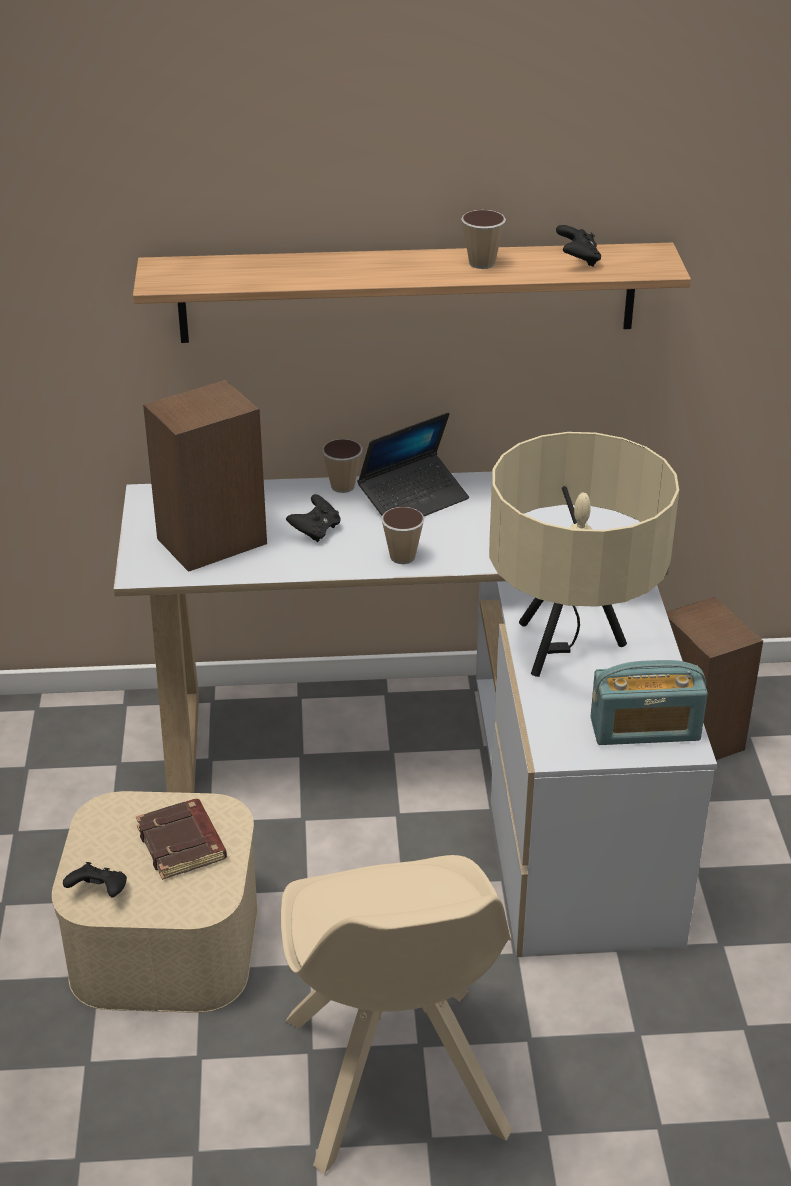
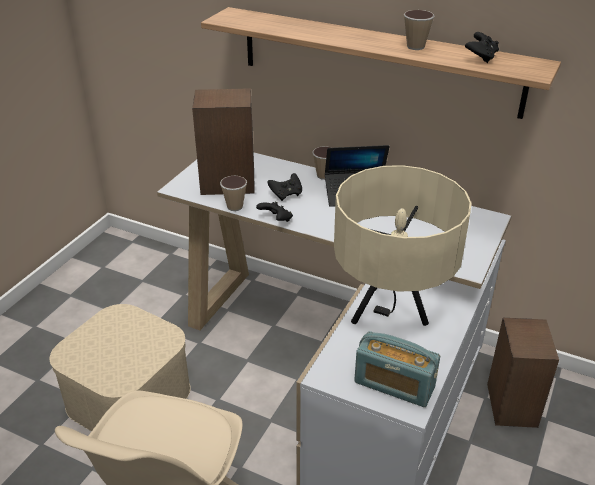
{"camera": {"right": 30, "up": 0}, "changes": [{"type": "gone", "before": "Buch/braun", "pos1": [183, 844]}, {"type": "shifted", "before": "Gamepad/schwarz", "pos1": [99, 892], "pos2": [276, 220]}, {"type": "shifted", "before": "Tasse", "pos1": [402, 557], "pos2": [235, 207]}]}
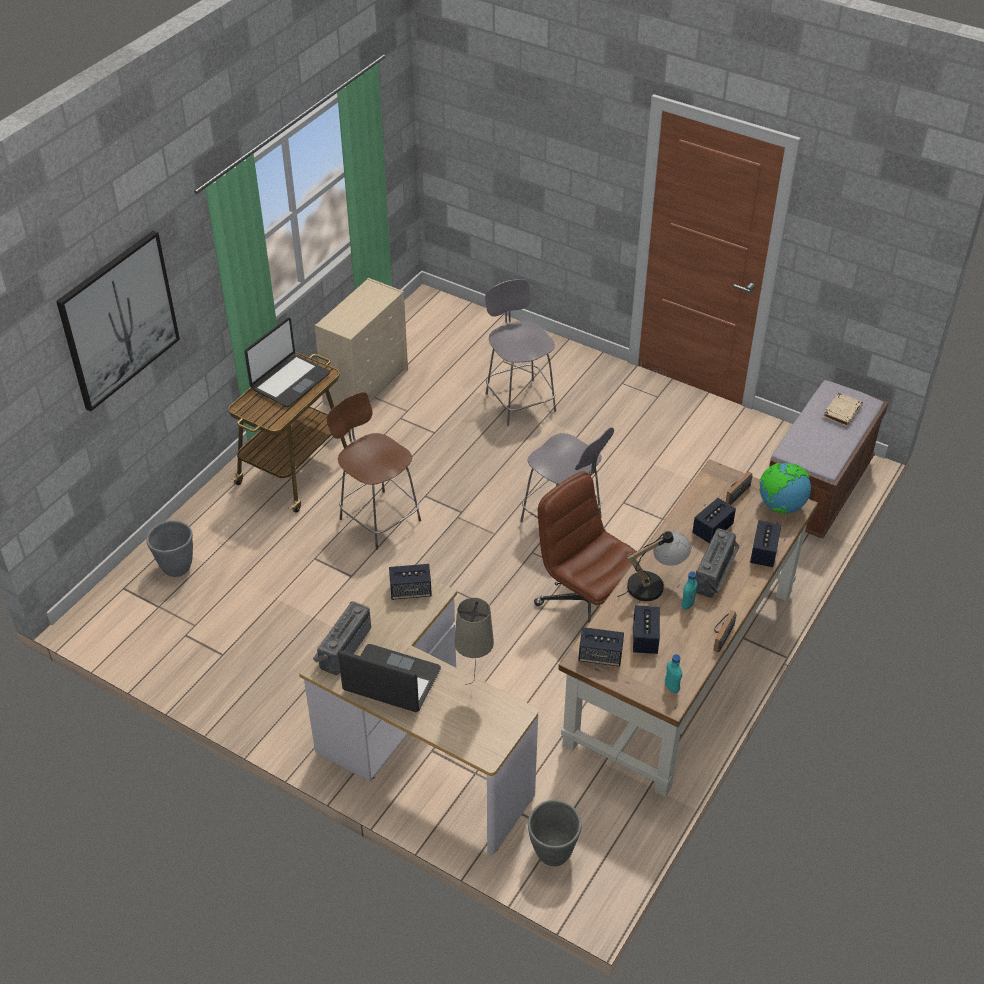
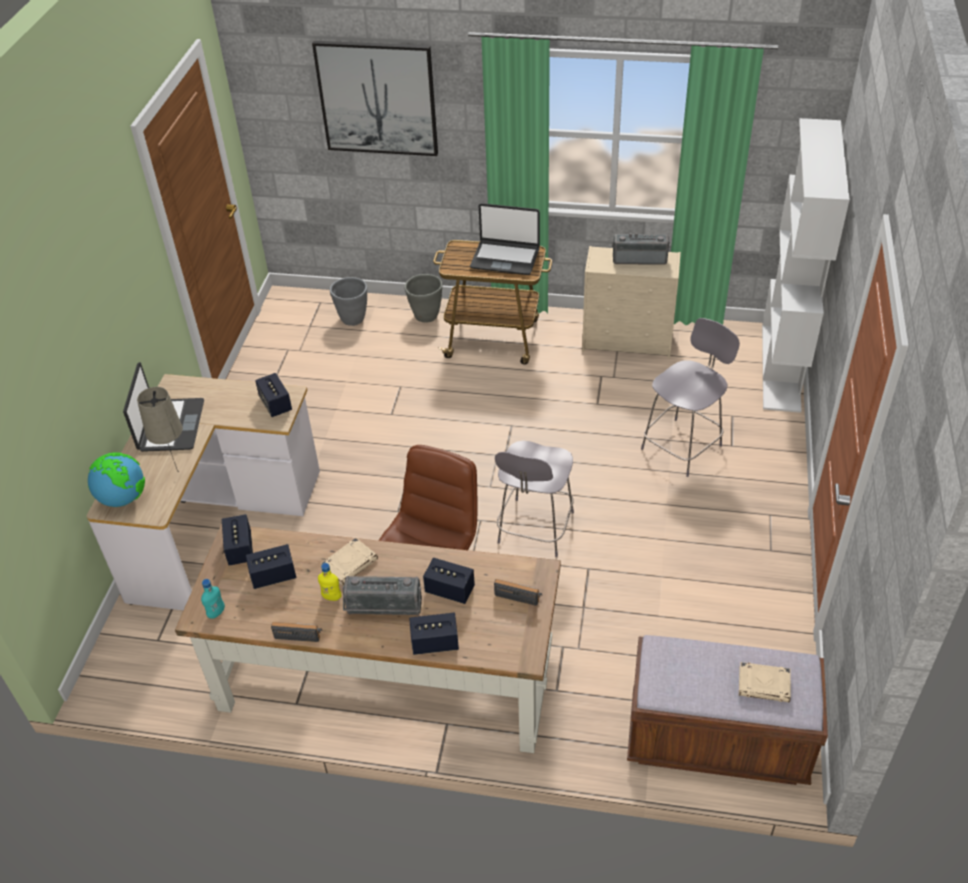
{"camera": {"right": 70, "up": 0}, "changes": [{"type": "gone", "before": "Stuhl/braun", "pos1": [378, 518]}, {"type": "new", "after": "Bücherregal/weiß", "pos2": [781, 368]}, {"type": "shifted", "before": "Radio", "pos1": [342, 647], "pos2": [639, 258]}, {"type": "shifted", "before": "Pflanzkübel/grau", "pos1": [552, 853], "pos2": [426, 316]}, {"type": "shifted", "before": "Globus", "pos1": [780, 506], "pos2": [123, 498]}, {"type": "swapped", "before": "Tischlampe", "after": "Buch/beige", "pos1": [654, 584], "pos2": [350, 564]}, {"type": "repainted", "before": "Flasche/türkis", "after": "Flasche/gelb", "pos1": [687, 604], "pos2": [332, 597]}]}
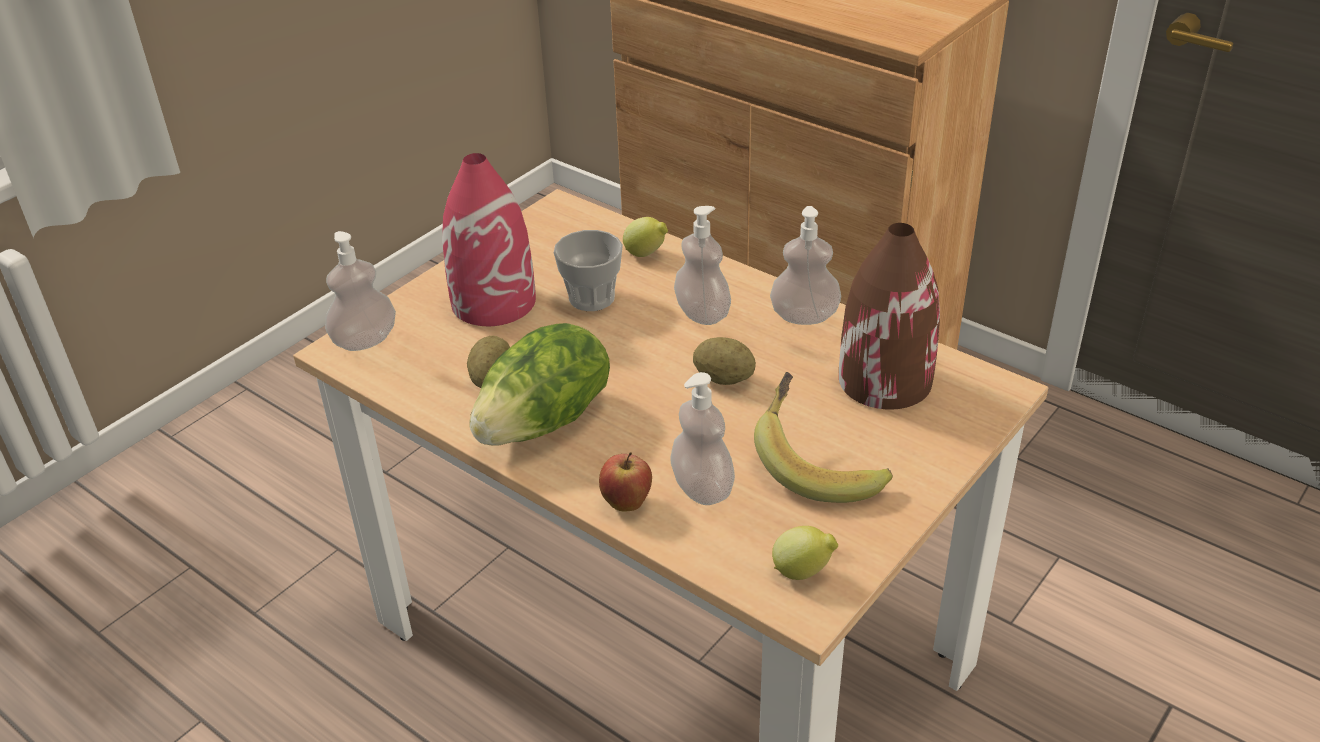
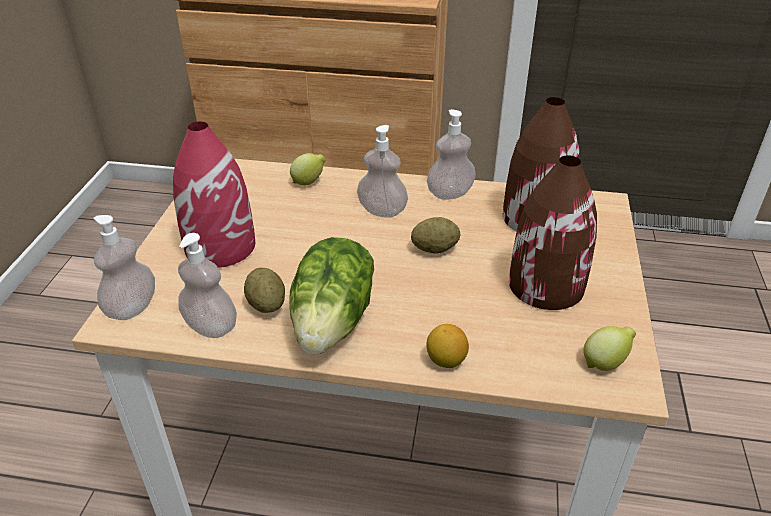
{"camera": {"right": -30, "up": 0}, "changes": [{"type": "gone", "before": "Tasse", "pos1": [591, 298]}, {"type": "shifted", "before": "Seifenspender", "pos1": [702, 488], "pos2": [211, 327]}, {"type": "swapped", "before": "Apfel", "after": "Zitrone", "pos1": [627, 503], "pos2": [446, 360]}, {"type": "swapped", "before": "Banane", "after": "Vase/braun", "pos1": [818, 463], "pos2": [546, 285]}]}
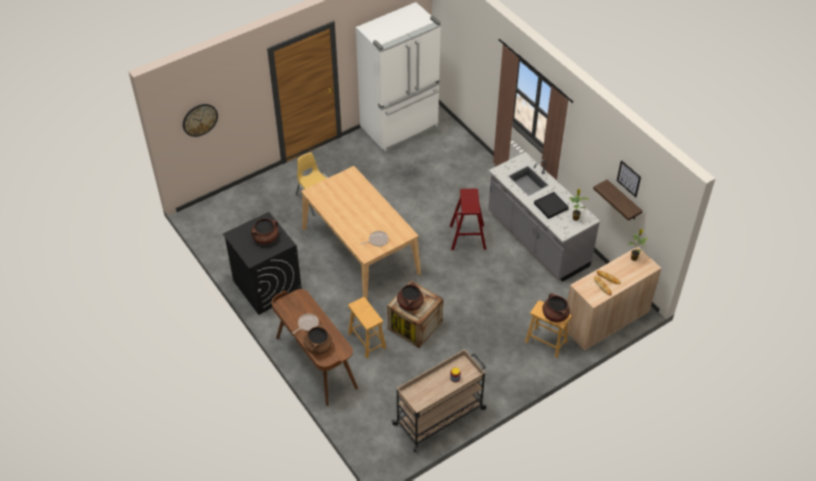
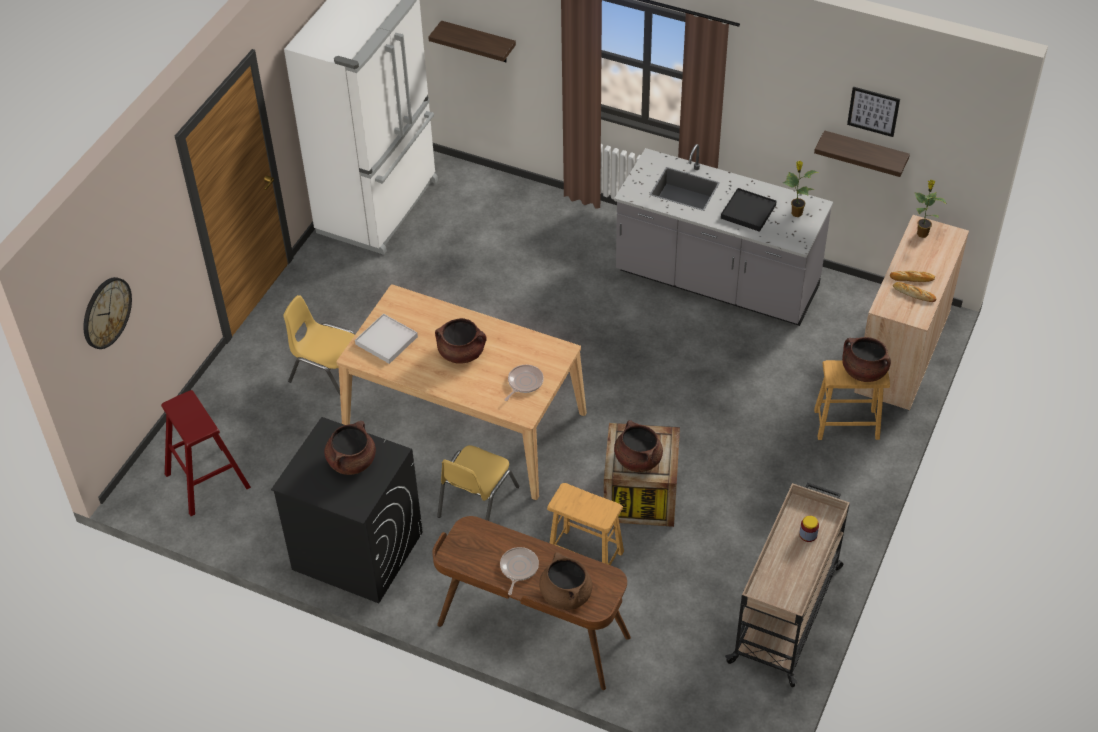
{"camera": {"right": -30, "up": 0}, "changes": [{"type": "new", "after": "Tablett/weiß", "pos2": [386, 340]}, {"type": "new", "after": "Wandregal", "pos2": [479, 42]}, {"type": "new", "after": "Kochtopf/braun", "pos2": [462, 353]}, {"type": "new", "after": "Stuhl/gelb", "pos2": [477, 502]}, {"type": "shifted", "before": "Hocker/rot", "pos1": [467, 237], "pos2": [207, 480]}]}
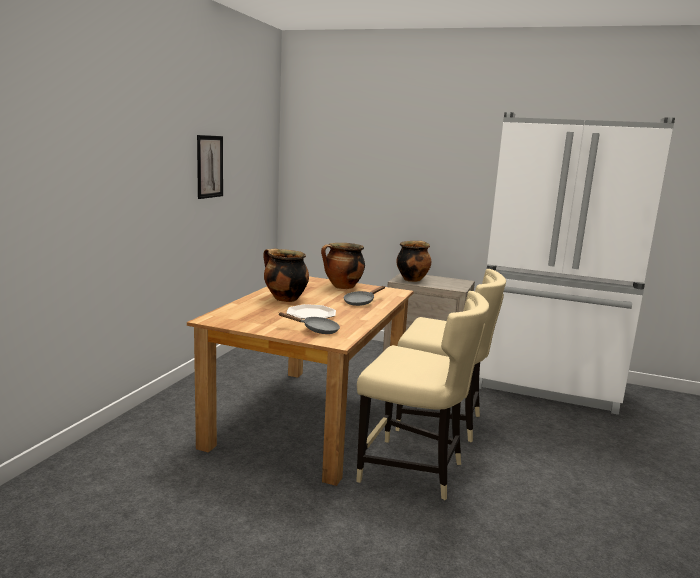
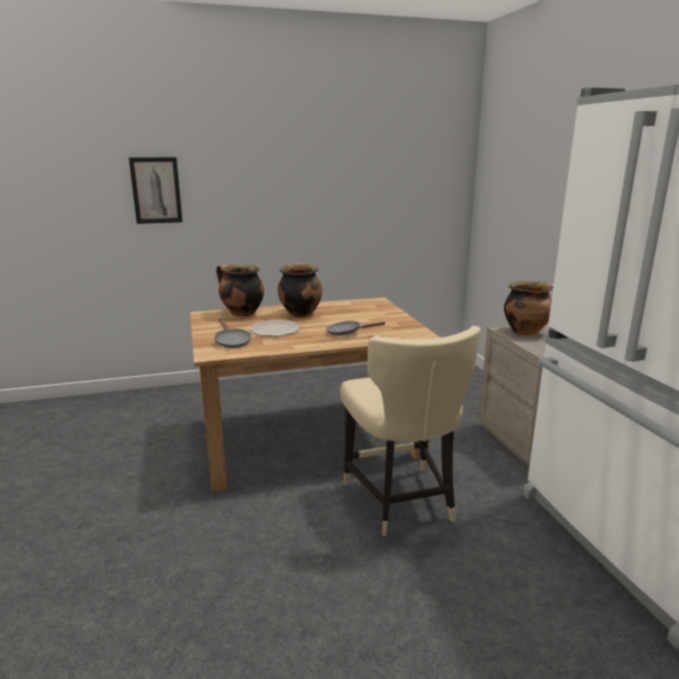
{"camera": {"right": 55, "up": 5}, "changes": [{"type": "gone", "before": "Stuhl/beige", "pos1": [413, 471]}, {"type": "shifted", "before": "Bild", "pos1": [209, 166], "pos2": [156, 190]}, {"type": "shifted", "before": "Kochtopf", "pos1": [342, 287], "pos2": [241, 314]}]}
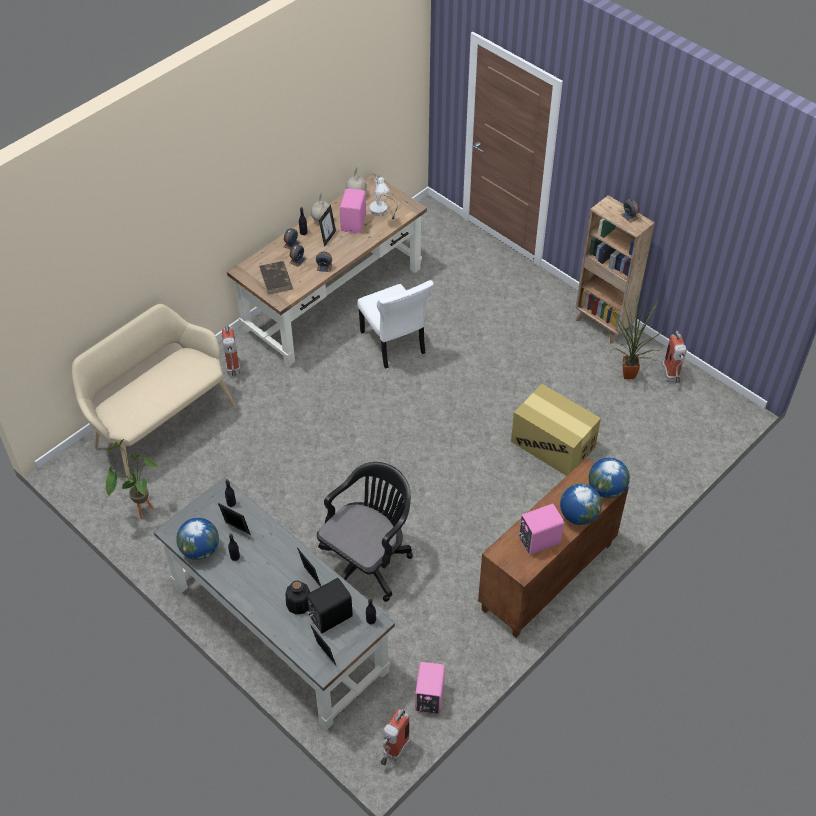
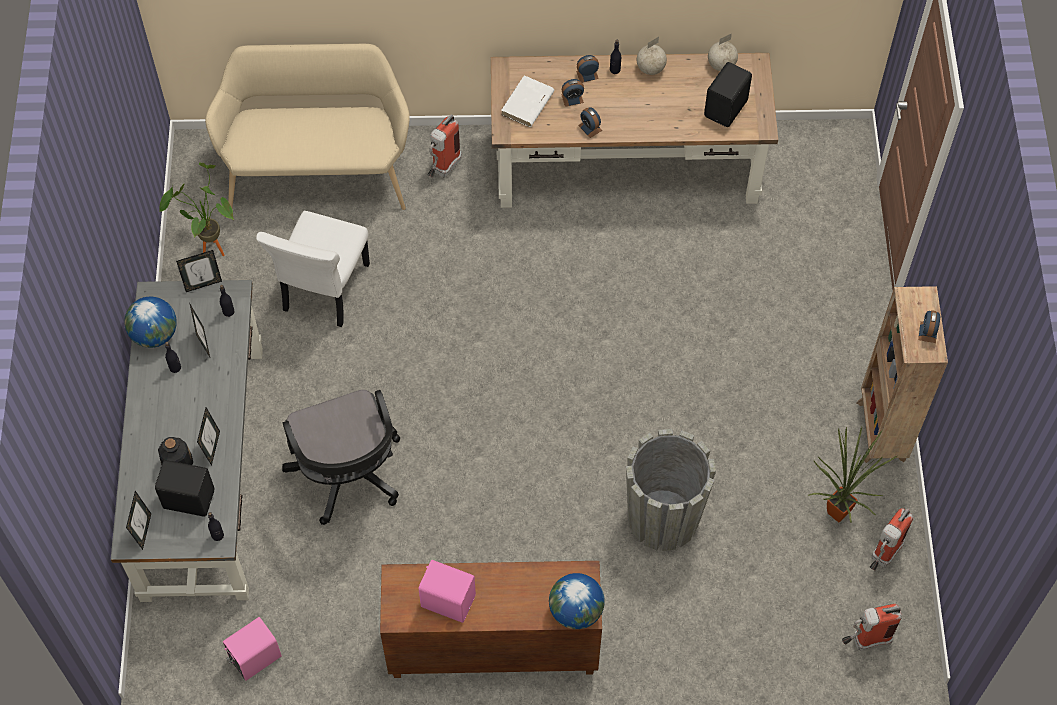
{"camera": {"right": 45, "up": 10}, "changes": [{"type": "gone", "before": "Lautsprecher/rosa", "pos1": [354, 223]}, {"type": "gone", "before": "Globus", "pos1": [578, 515]}, {"type": "shifted", "before": "Bilderrahmen", "pos1": [328, 238], "pos2": [203, 284]}, {"type": "shifted", "before": "Stuhl/weiß", "pos1": [393, 344], "pos2": [324, 290]}, {"type": "shifted", "before": "Feuerlöscher", "pos1": [393, 753], "pos2": [864, 642]}, {"type": "swapped", "before": "Tischlampe/weiß", "after": "Lautsprecher/schwarz", "pos1": [384, 211], "pos2": [727, 109]}, {"type": "swapped", "before": "Karton", "after": "Pflanzkübel/grau", "pos1": [553, 444], "pos2": [663, 518]}, {"type": "repainted", "before": "Buch/braun", "after": "Buch/weiß", "pos1": [276, 279], "pos2": [527, 104]}, {"type": "rotated", "before": "Bürostuhl/schwarz", "pos1": [367, 561], "pos2": [348, 477], "turn": 75}]}
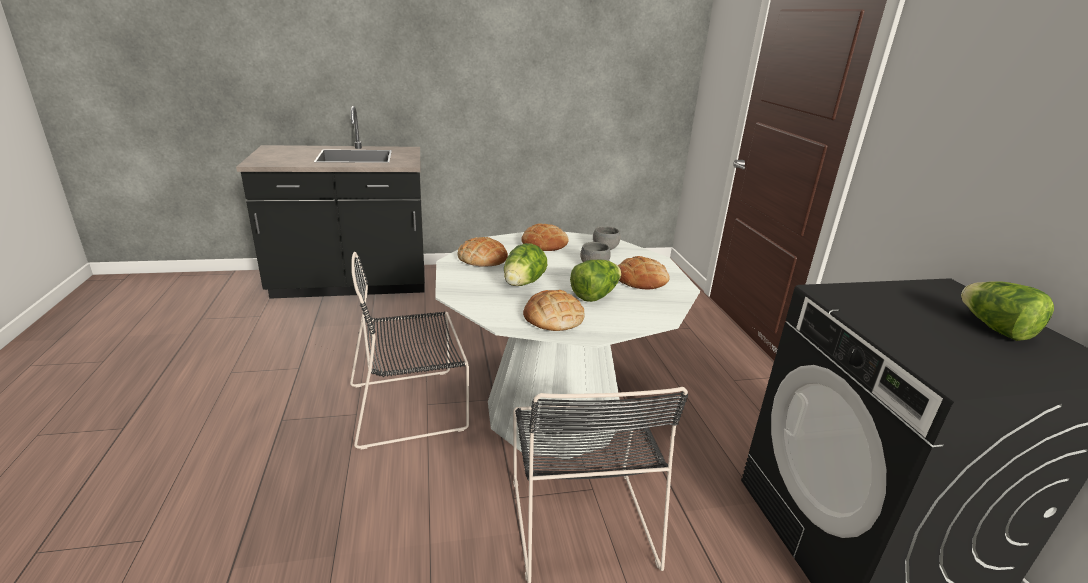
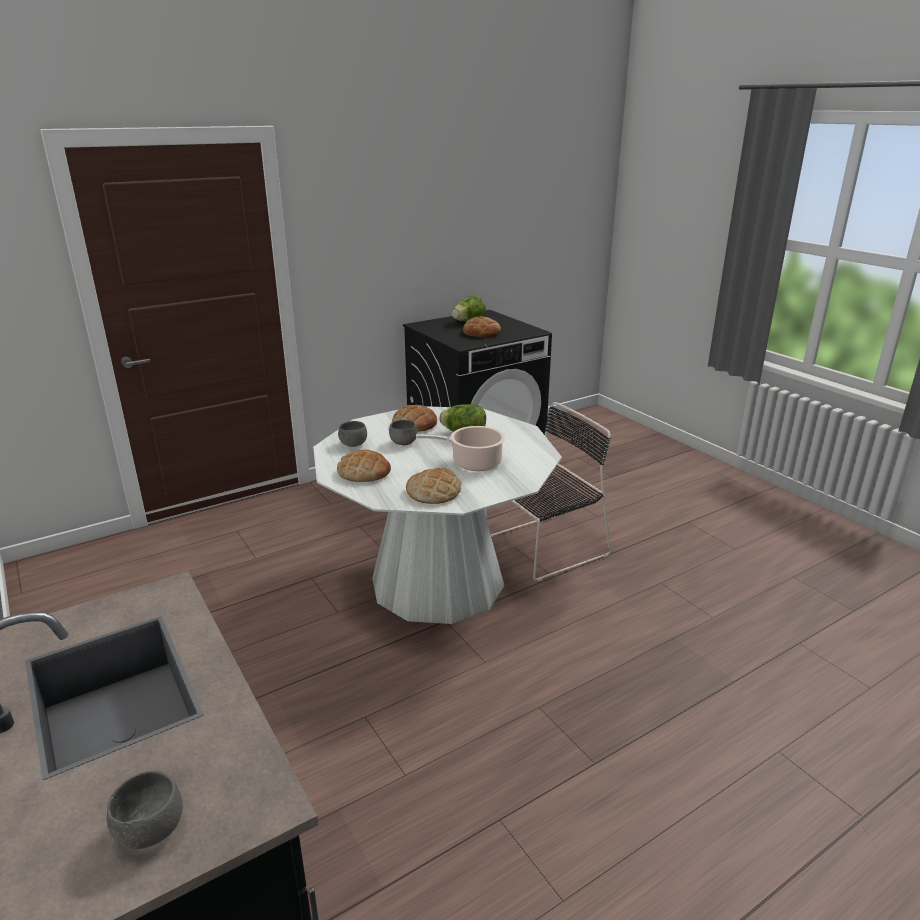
{"camera": {"right": -110, "up": 0}, "changes": [{"type": "gone", "before": "Stuhl/schwarz", "pos1": [412, 406]}, {"type": "new", "after": "Schüssel/grau", "pos2": [150, 830]}, {"type": "shifted", "before": "Brot", "pos1": [553, 317], "pos2": [481, 332]}, {"type": "swapped", "before": "Salatkopf", "after": "Kochtopf", "pos1": [522, 284], "pos2": [473, 463]}]}
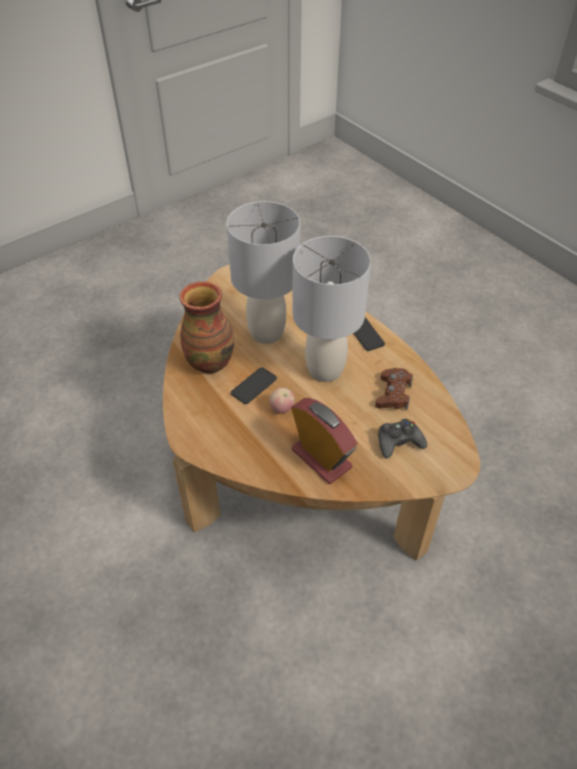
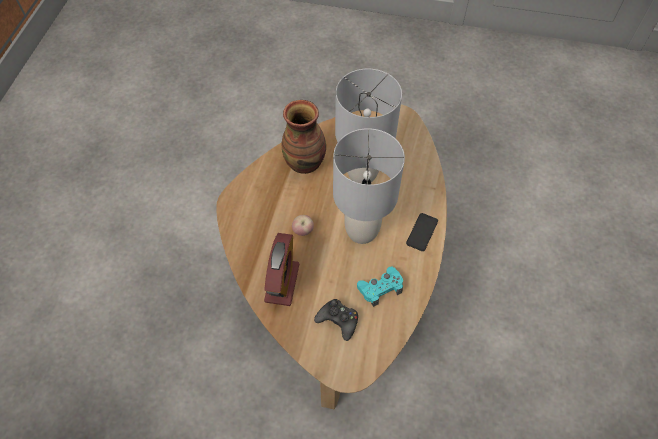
{"camera": {"right": 50, "up": 10}, "changes": [{"type": "gone", "before": "Handy", "pos1": [254, 386]}, {"type": "repainted", "before": "Gamepad/braun", "after": "Gamepad/türkis", "pos1": [393, 394], "pos2": [380, 288]}]}
